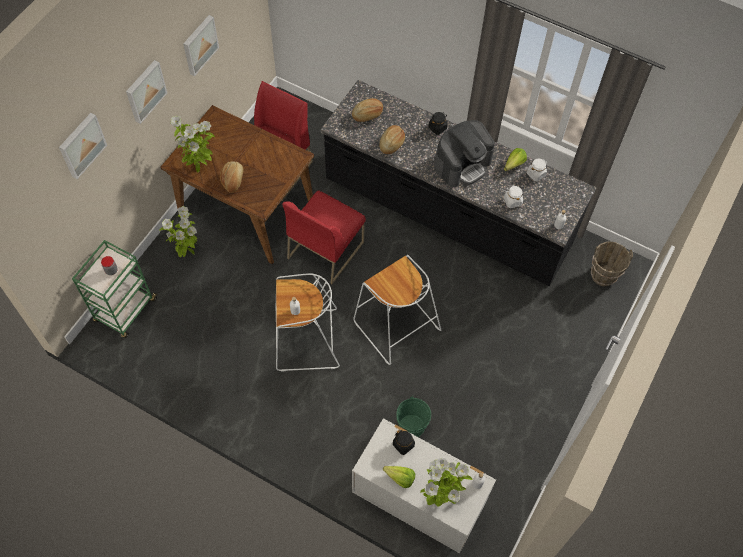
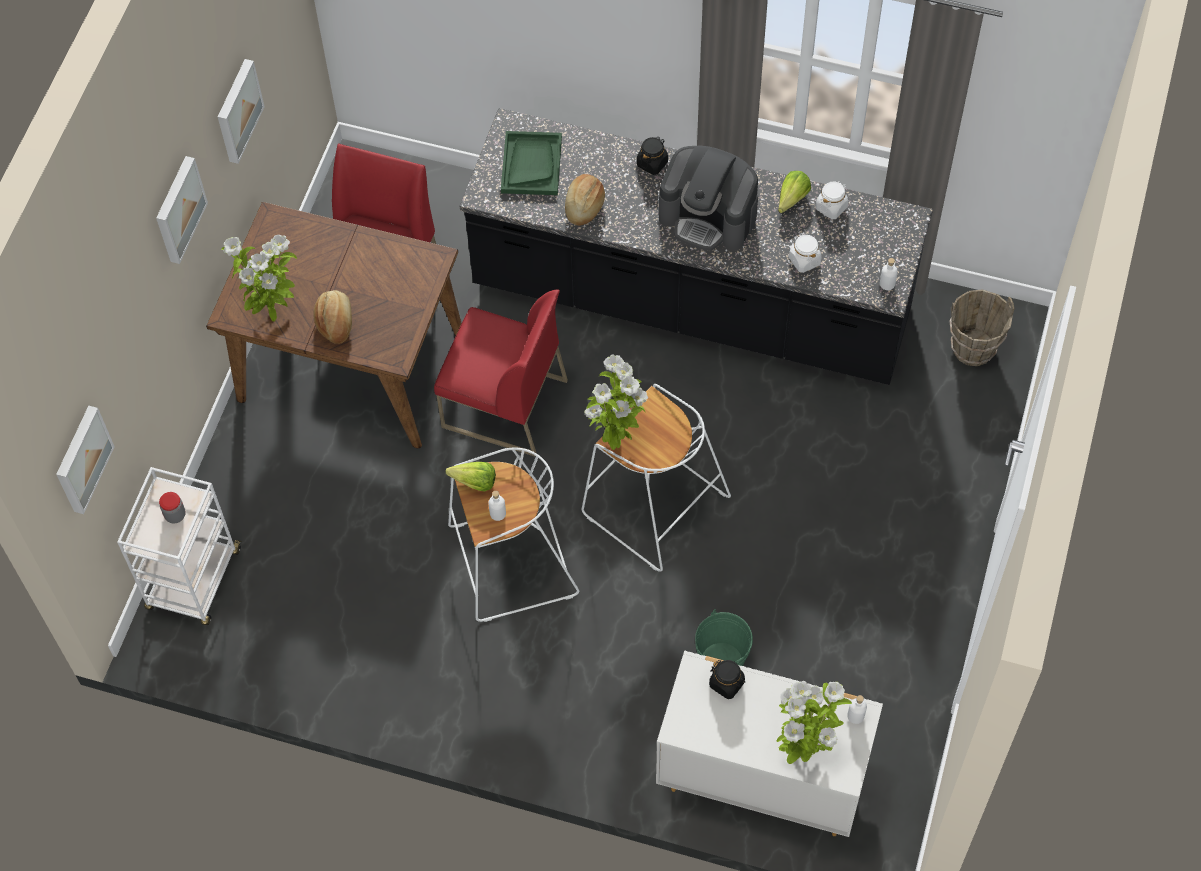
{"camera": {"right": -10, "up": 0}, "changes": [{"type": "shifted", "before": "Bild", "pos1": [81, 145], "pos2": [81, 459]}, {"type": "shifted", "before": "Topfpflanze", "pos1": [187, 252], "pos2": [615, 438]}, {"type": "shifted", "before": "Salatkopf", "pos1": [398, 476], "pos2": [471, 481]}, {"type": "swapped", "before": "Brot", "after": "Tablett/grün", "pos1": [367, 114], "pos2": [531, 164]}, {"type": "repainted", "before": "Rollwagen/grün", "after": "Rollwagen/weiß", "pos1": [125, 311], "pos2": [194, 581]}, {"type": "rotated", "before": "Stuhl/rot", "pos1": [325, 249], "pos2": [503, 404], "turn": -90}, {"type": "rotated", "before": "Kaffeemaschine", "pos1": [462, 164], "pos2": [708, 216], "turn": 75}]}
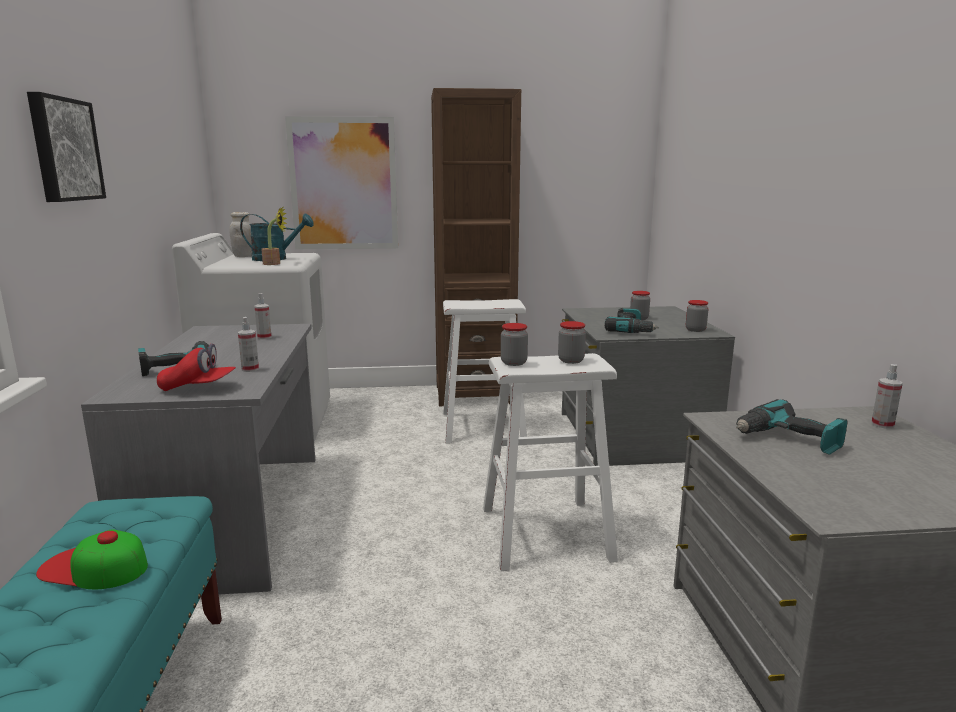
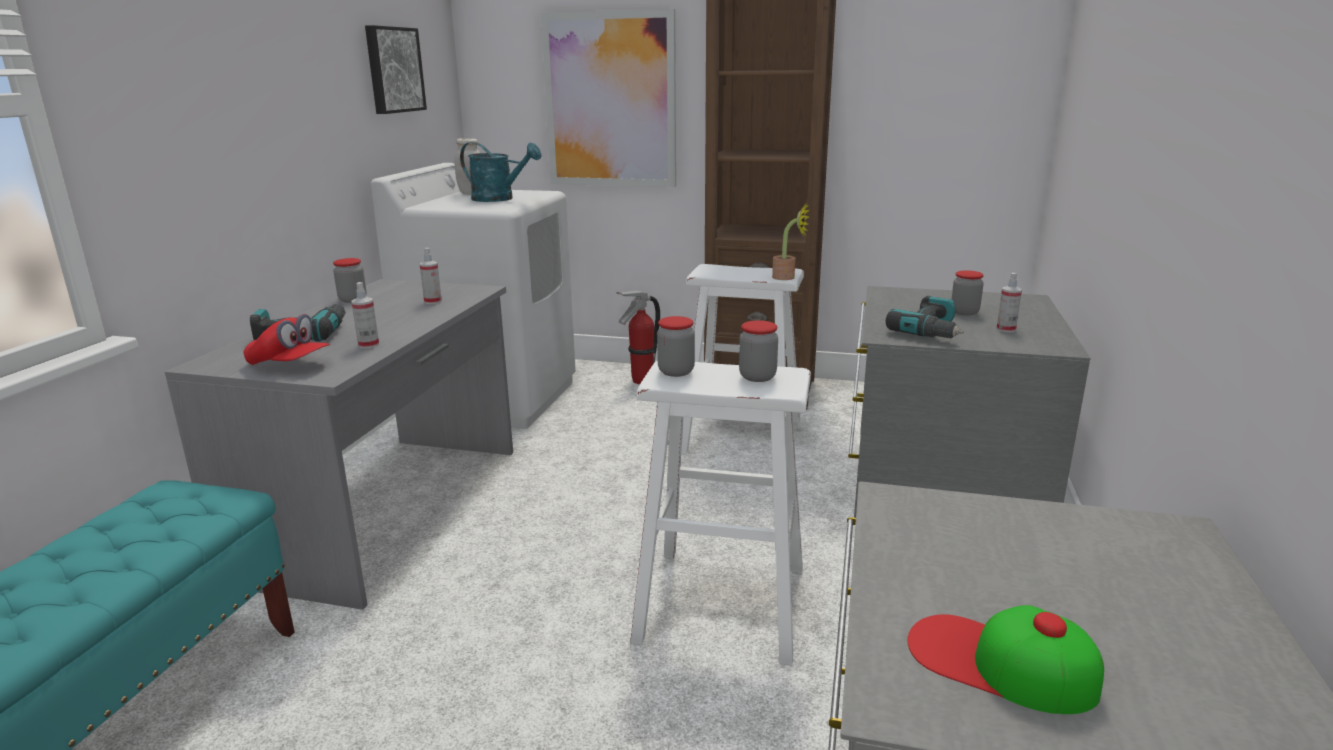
{"camera": {"right": 20, "up": 5}, "changes": [{"type": "gone", "before": "Bohrmaschine", "pos1": [788, 440]}, {"type": "new", "after": "Feuerlöscher", "pos2": [641, 381]}, {"type": "shifted", "before": "Bild", "pos1": [63, 149], "pos2": [393, 70]}, {"type": "shifted", "before": "Kappe", "pos1": [93, 567], "pos2": [999, 663]}, {"type": "shifted", "before": "Topfpflanze", "pos1": [275, 264], "pos2": [788, 277]}, {"type": "shifted", "before": "Vorratsglas", "pos1": [695, 330], "pos2": [352, 299]}, {"type": "shifted", "before": "Sprühflasche", "pos1": [882, 424], "pos2": [1006, 329]}]}
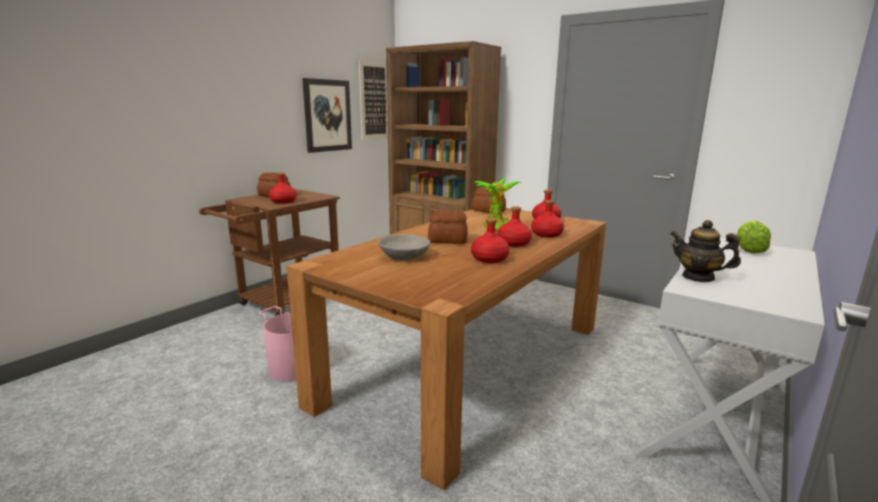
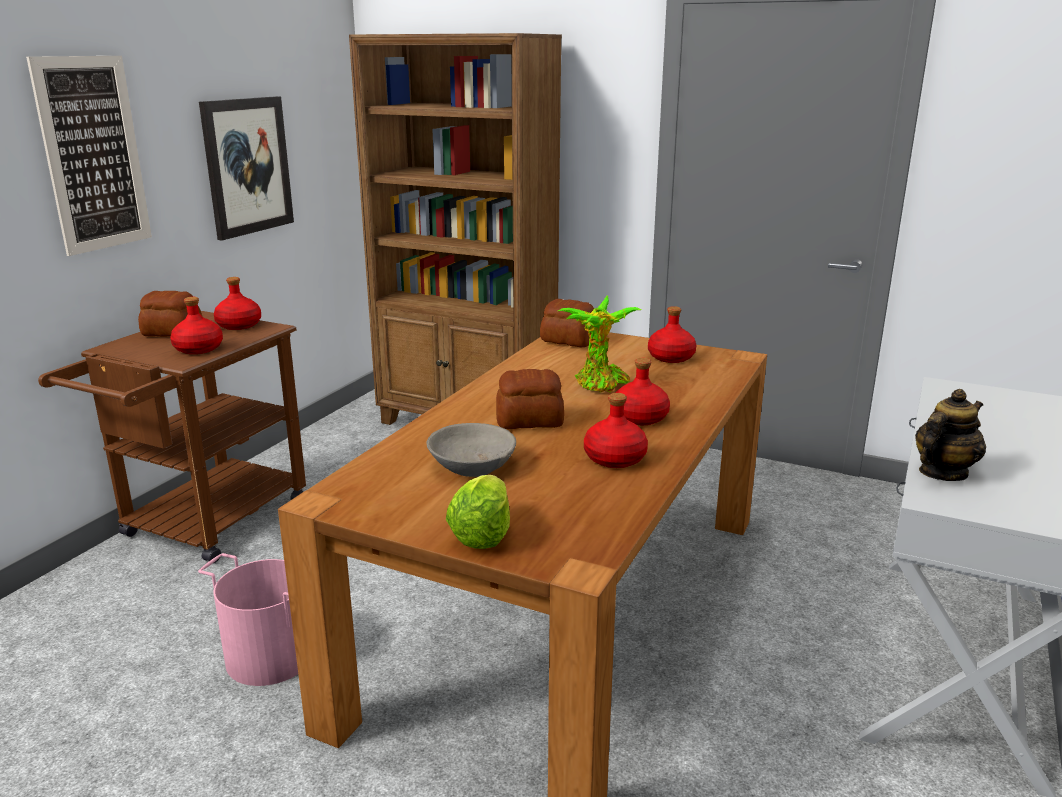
{"camera": {"right": -10, "up": 5}, "changes": [{"type": "shifted", "before": "Bild", "pos1": [374, 101], "pos2": [93, 154]}, {"type": "shifted", "before": "Flasche/rot", "pos1": [547, 234], "pos2": [239, 325]}, {"type": "shifted", "before": "Salatkopf", "pos1": [748, 250], "pos2": [482, 534]}, {"type": "rotated", "before": "Teekanne", "pos1": [698, 277], "pos2": [942, 473], "turn": 120}]}
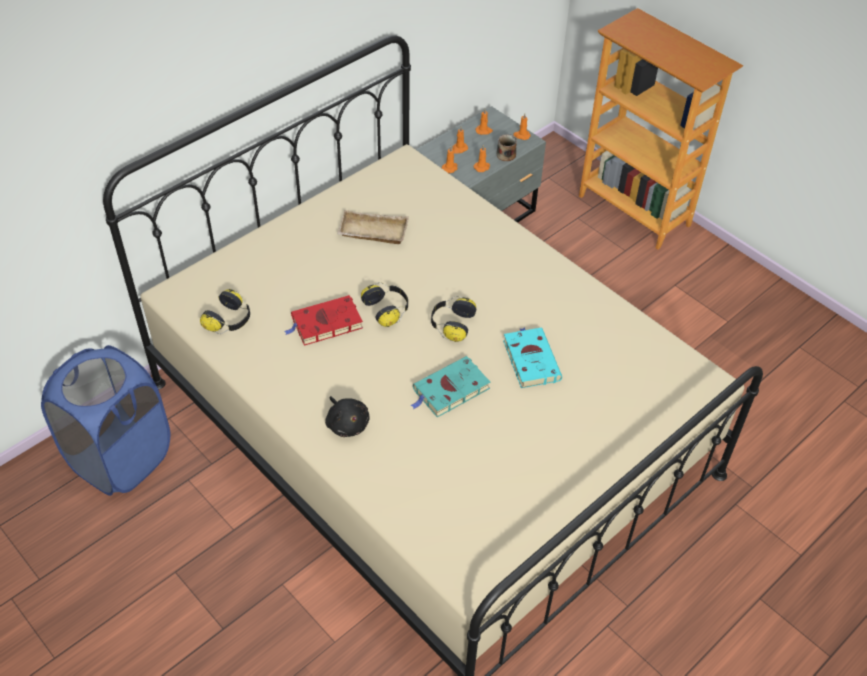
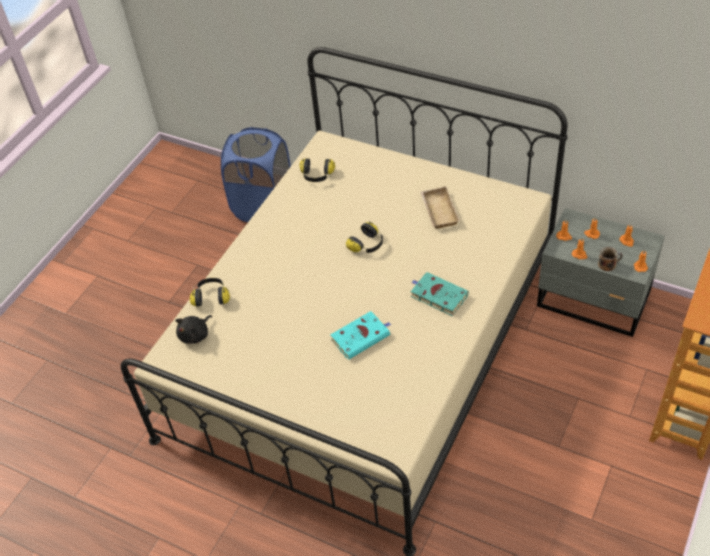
{"camera": {"right": 75, "up": 0}, "changes": [{"type": "gone", "before": "Buch/rot", "pos1": [325, 324]}, {"type": "shifted", "before": "Plüschtier/schwarz", "pos1": [347, 423], "pos2": [195, 335]}, {"type": "shifted", "before": "Buch/türkis", "pos1": [449, 390], "pos2": [437, 295]}, {"type": "shifted", "before": "Kopfhörer", "pos1": [451, 324], "pos2": [211, 297]}]}
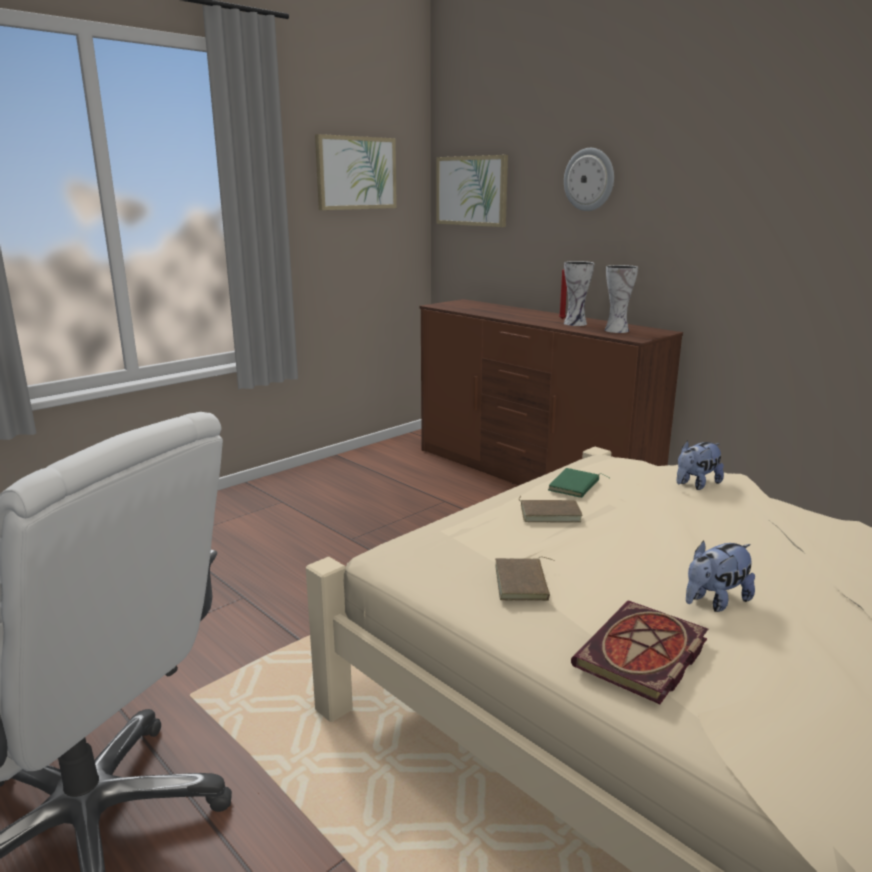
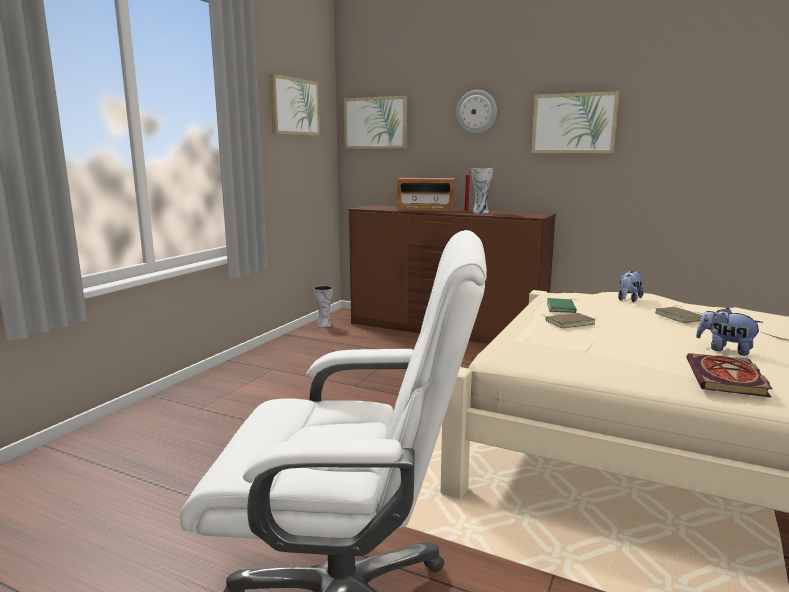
{"camera": {"right": -20, "up": -5}, "changes": [{"type": "new", "after": "Radio", "pos2": [425, 209]}, {"type": "new", "after": "Bild", "pos2": [574, 123]}, {"type": "shifted", "before": "Buch/braun", "pos1": [523, 583], "pos2": [680, 317]}, {"type": "shifted", "before": "Vase", "pos1": [616, 330], "pos2": [324, 324]}, {"type": "rotated", "before": "Plüschtier", "pos1": [715, 601], "pos2": [725, 350], "turn": 90}]}
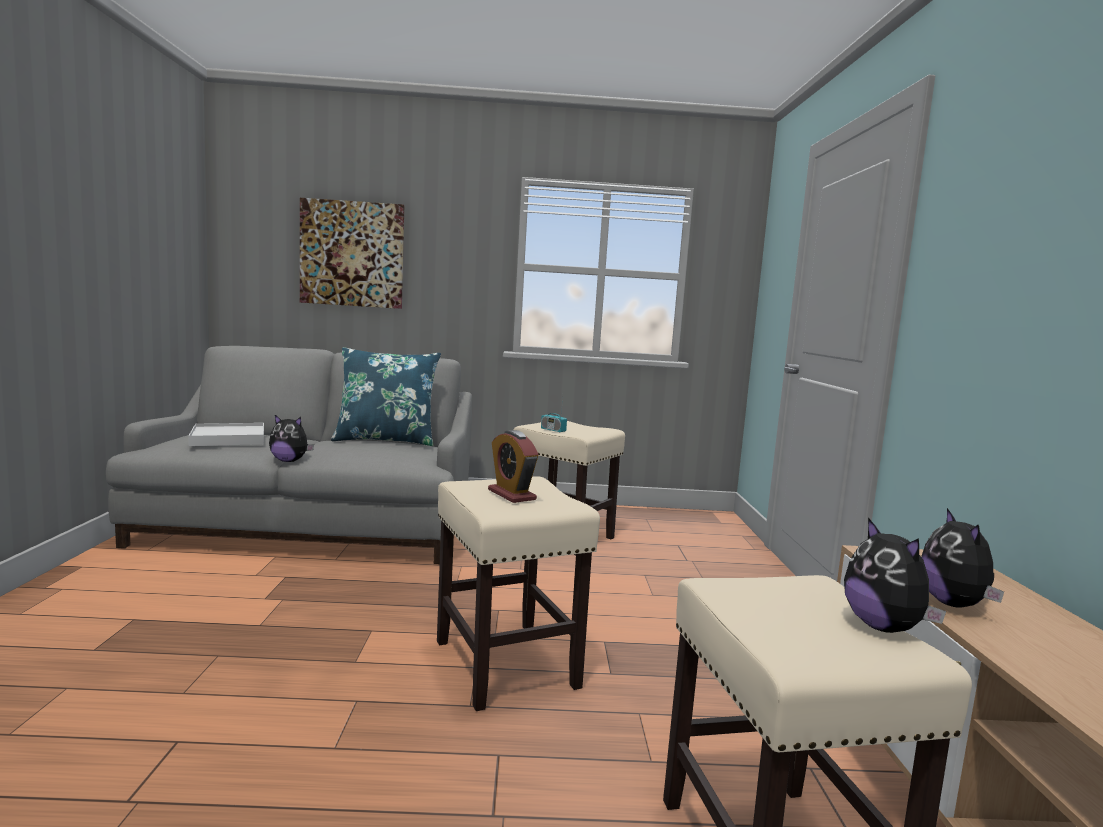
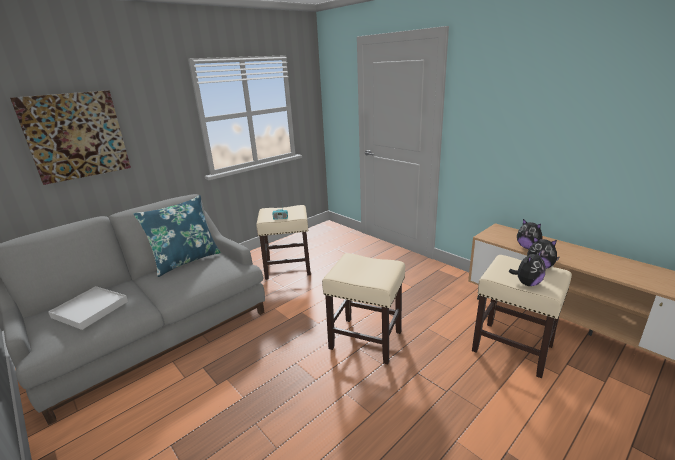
{"camera": {"right": -40, "up": 15}, "changes": [{"type": "gone", "before": "Wecker", "pos1": [511, 494]}, {"type": "shifted", "before": "Plüschtier", "pos1": [289, 461], "pos2": [527, 283]}]}
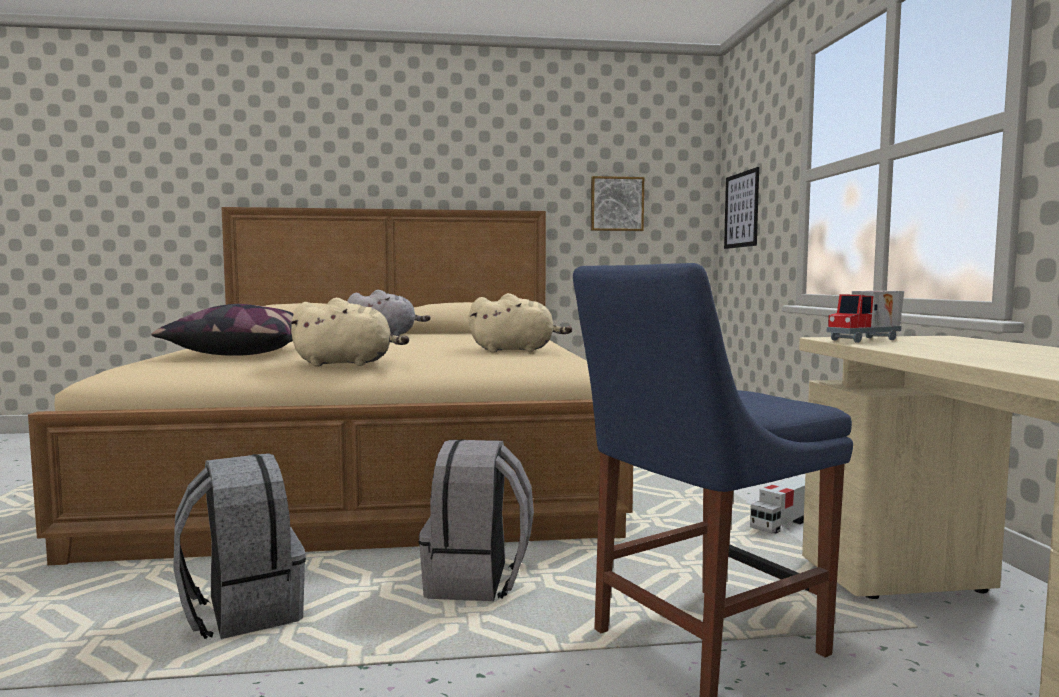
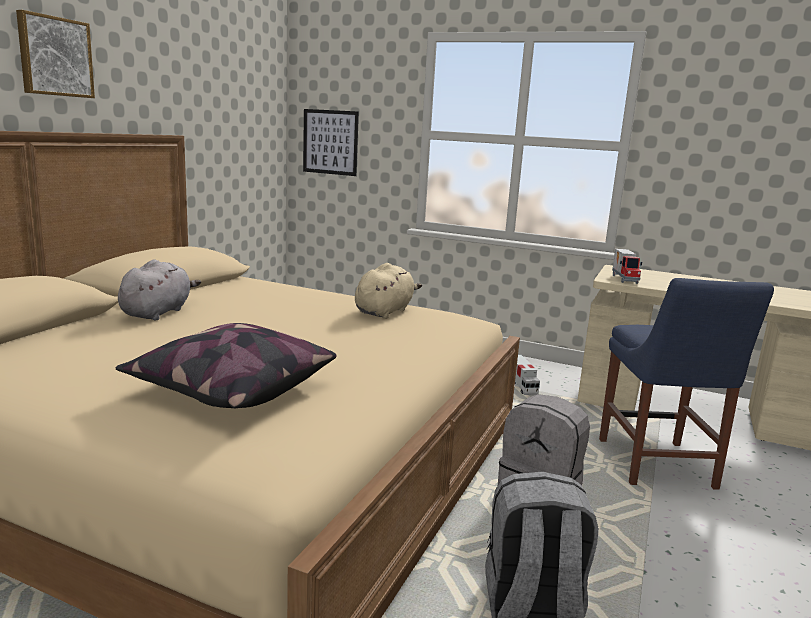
{"camera": {"right": -60, "up": 10}, "changes": [{"type": "gone", "before": "Plüschtier/beige", "pos1": [347, 364]}, {"type": "shifted", "before": "Bild", "pos1": [616, 204], "pos2": [54, 56]}]}
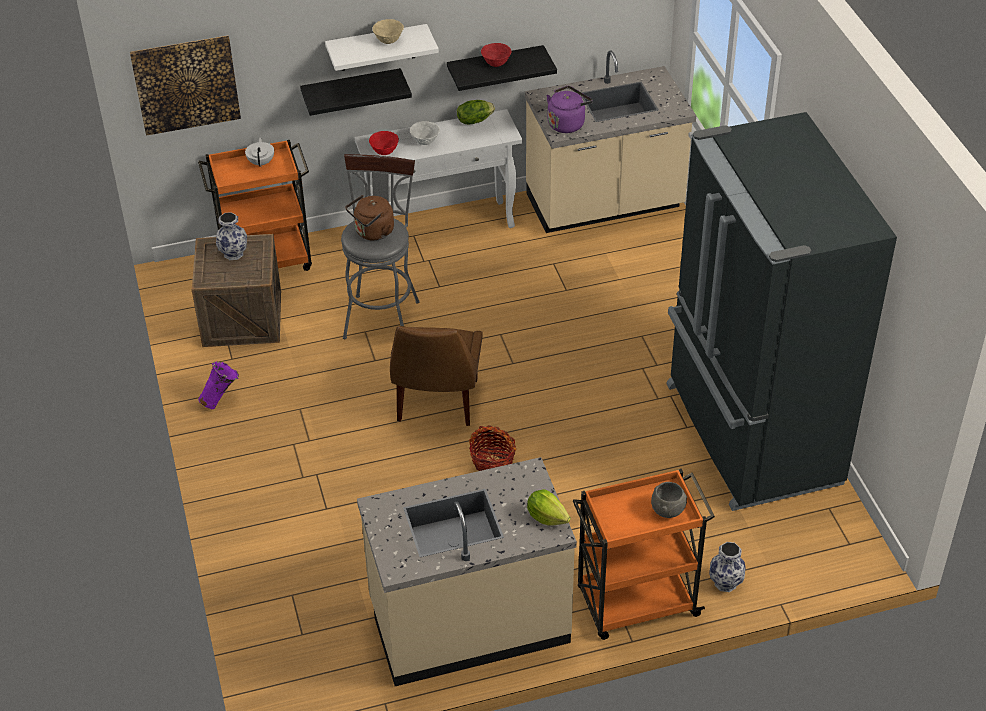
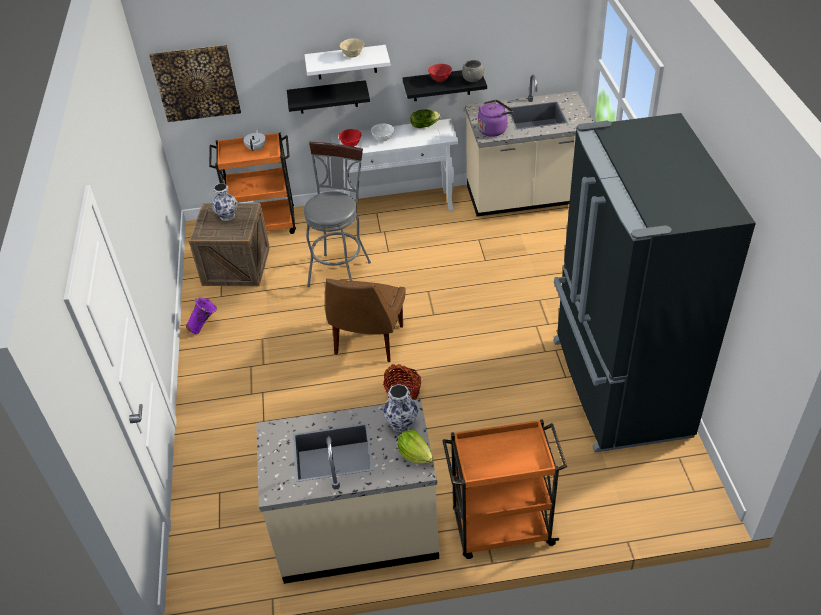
{"camera": {"right": 10, "up": 0}, "changes": [{"type": "gone", "before": "Wasserkessel/braun", "pos1": [372, 233]}, {"type": "shifted", "before": "Schüssel/grau", "pos1": [667, 510], "pos2": [472, 80]}, {"type": "shifted", "before": "Vase", "pos1": [726, 583], "pos2": [402, 424]}]}
